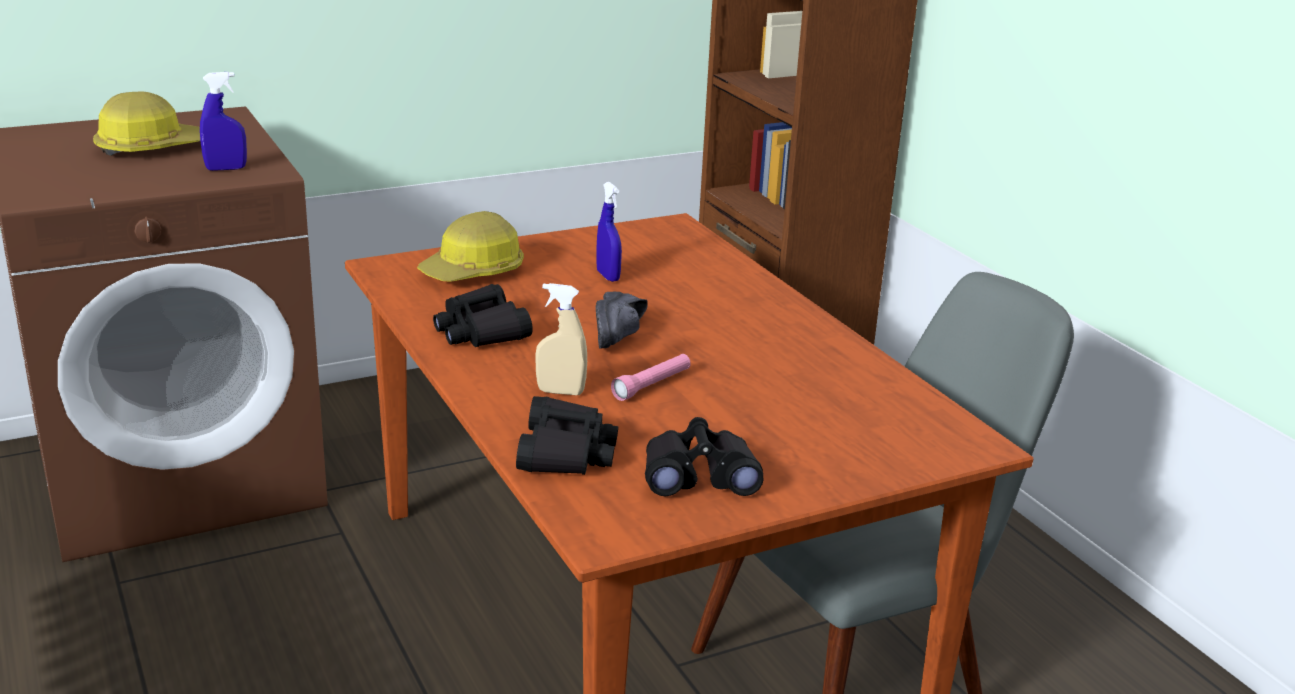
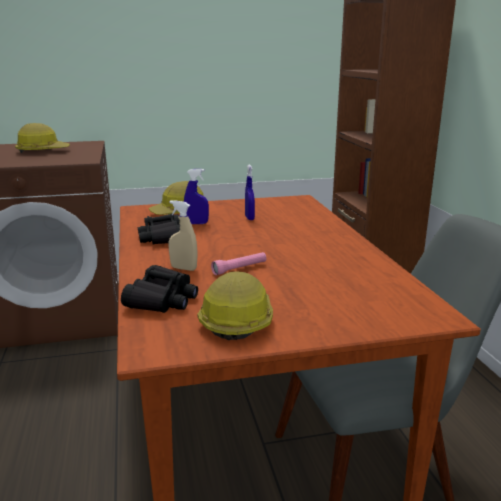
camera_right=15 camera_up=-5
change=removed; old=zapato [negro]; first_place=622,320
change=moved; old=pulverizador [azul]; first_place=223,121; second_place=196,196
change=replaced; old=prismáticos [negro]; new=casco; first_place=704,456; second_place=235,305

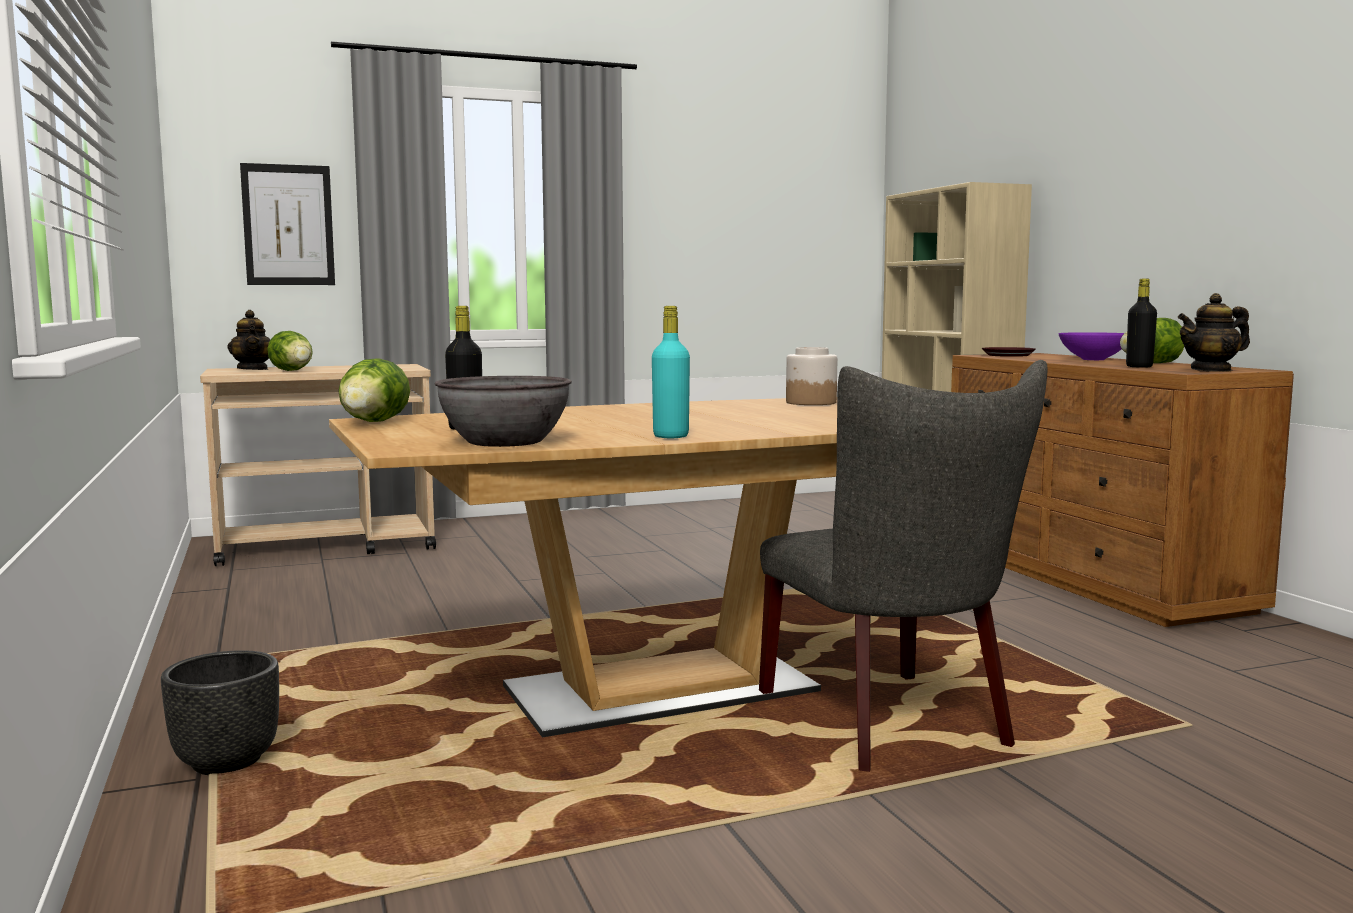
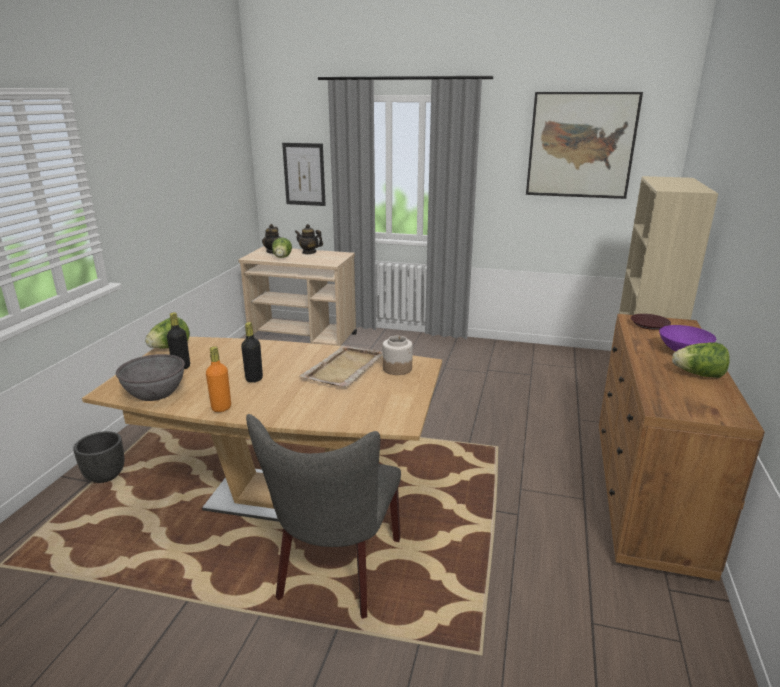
camera_right=35 camera_up=15
change=added; new=bandeja [beis]; second_place=341,366
change=added; new=cuadro; second_place=584,145
change=moved; old=botella [negro]; first_place=1141,323; second_place=252,352
change=moved; old=tetera; first_place=1214,332; second_place=309,239
change=recoloured; old=botella [turquesa]; new=botella [naranja]; first_place=671,372; second_place=218,379

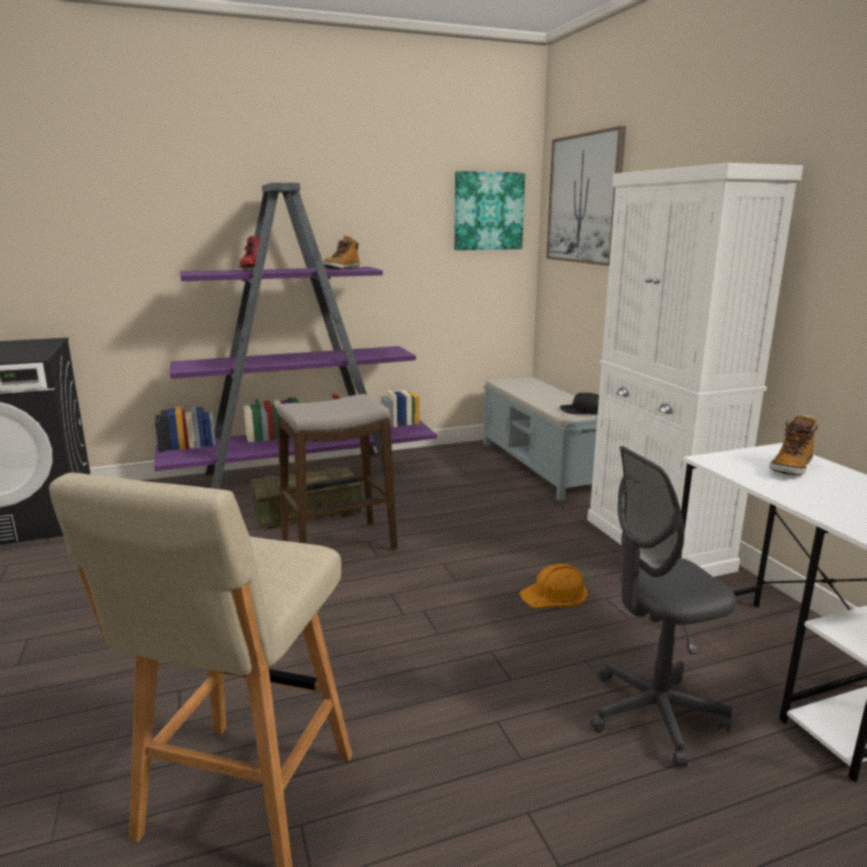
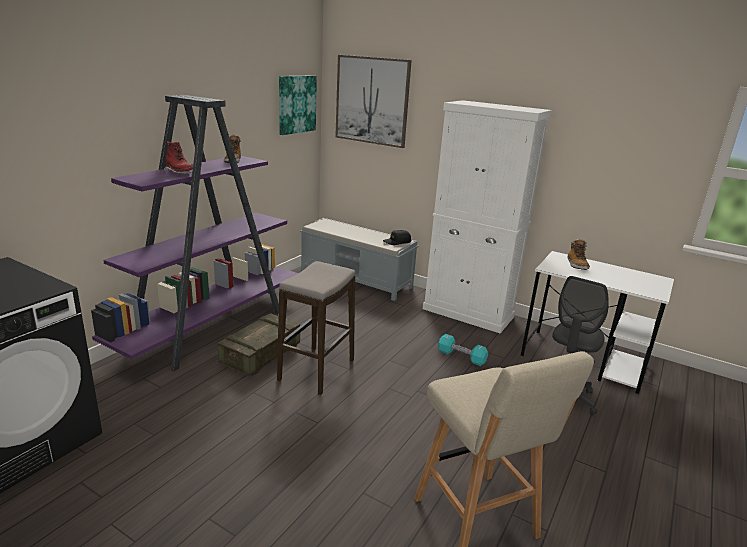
camera_right=-40 camera_up=5
change=replaced; old=casco [naranja]; new=mancuerna [turquesa]; first_place=553,586; second_place=463,350

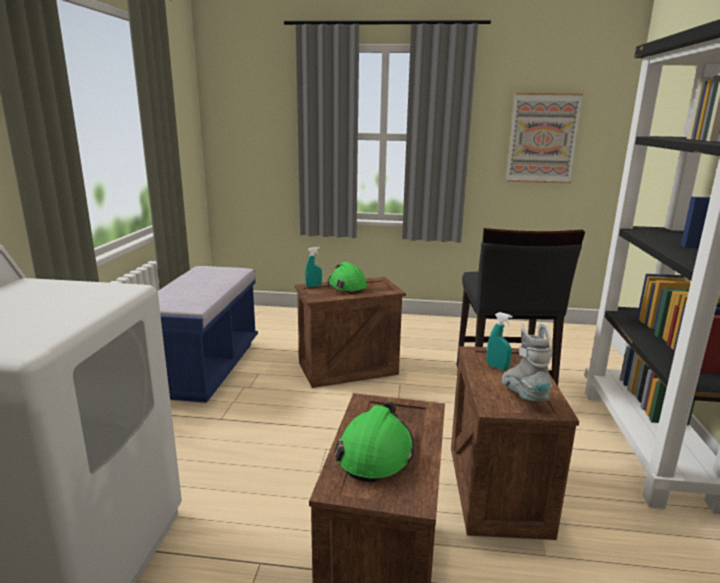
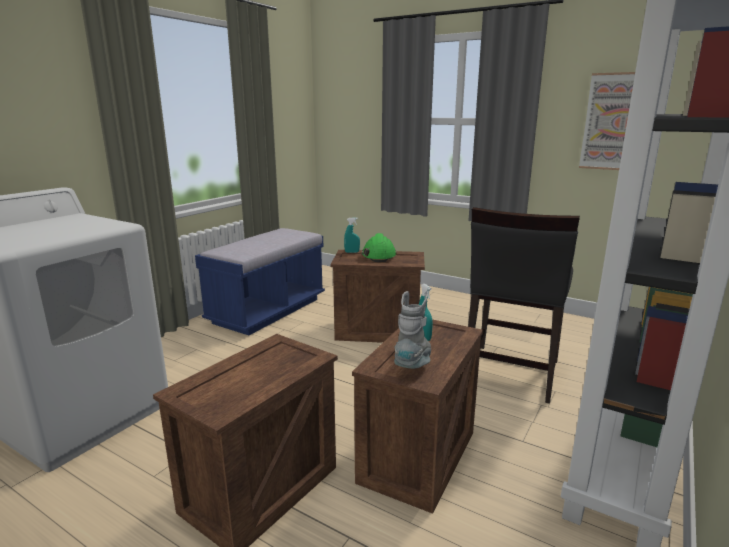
camera_right=25 camera_up=0
change=removed; old=casco [verde]; first_place=374,442

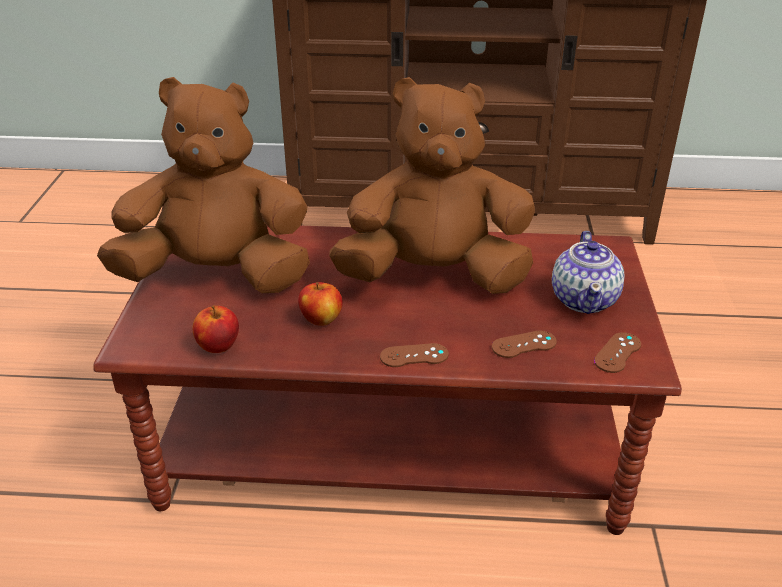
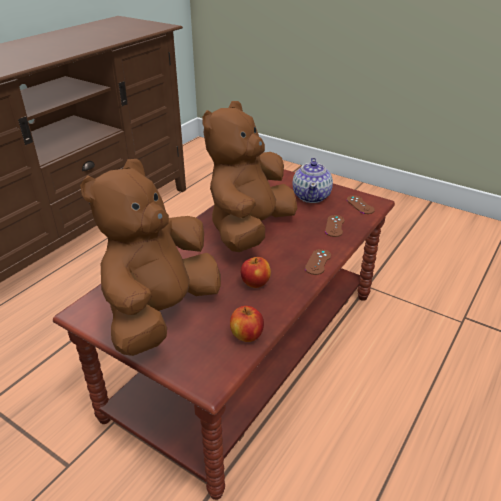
camera_right=-60 camera_up=0
change=turned; old=tetera; first_place=588,272; second_place=313,180; degrees=60

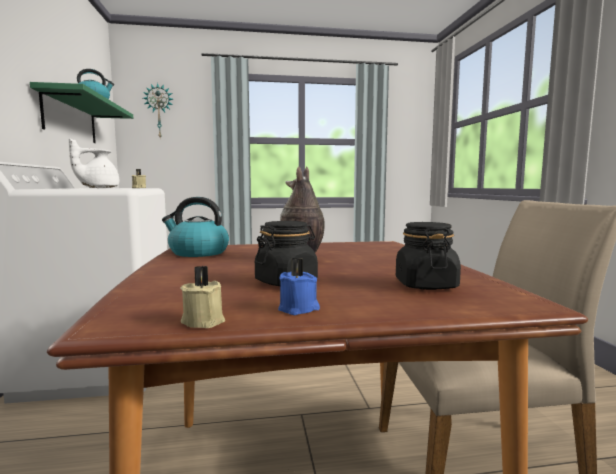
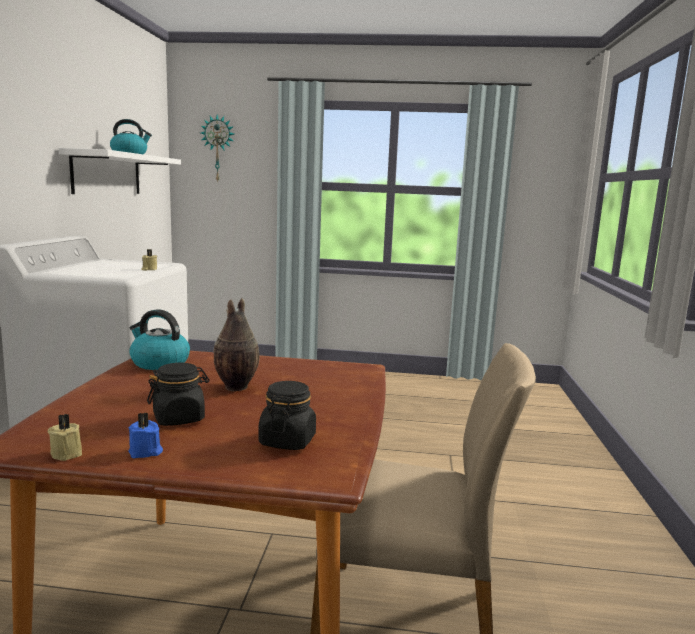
camera_right=15 camera_up=5
change=removed; old=tetera [blanco]; first_place=94,163
change=recoloured; old=estante [verde]; new=estante [blanco]; first_place=81,112; second_place=120,171

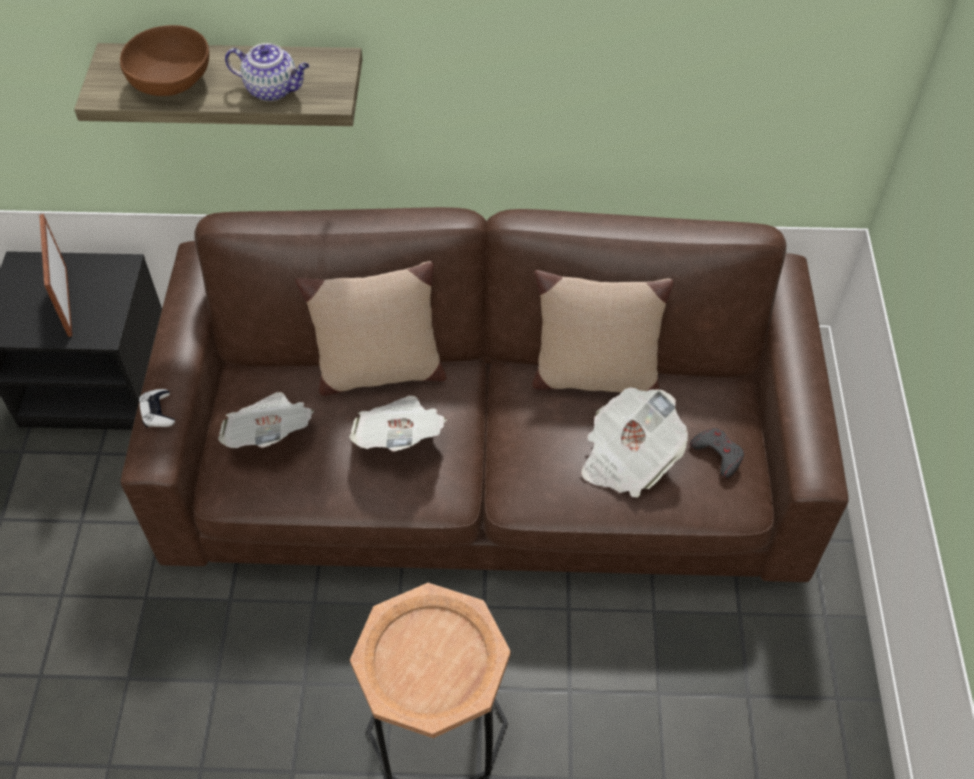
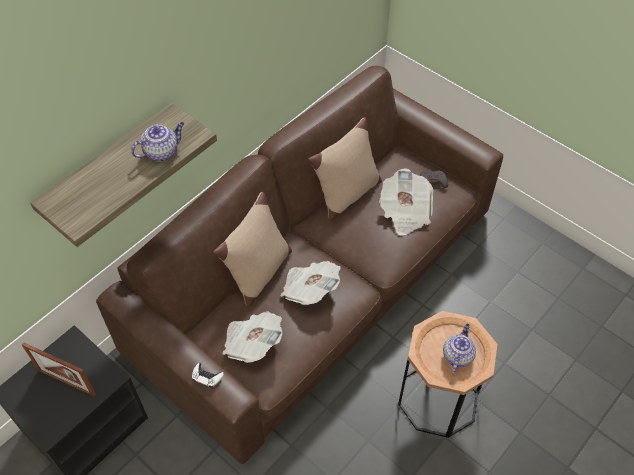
camera_right=-50 camera_up=0
change=removed; old=cuenco [marrón]; first_place=164,60
change=added; new=tetera; second_place=459,348

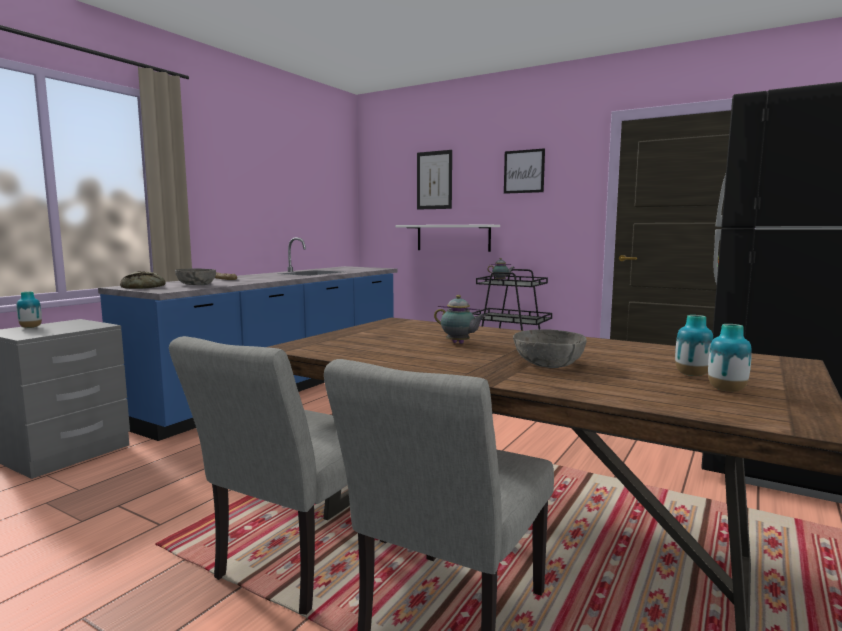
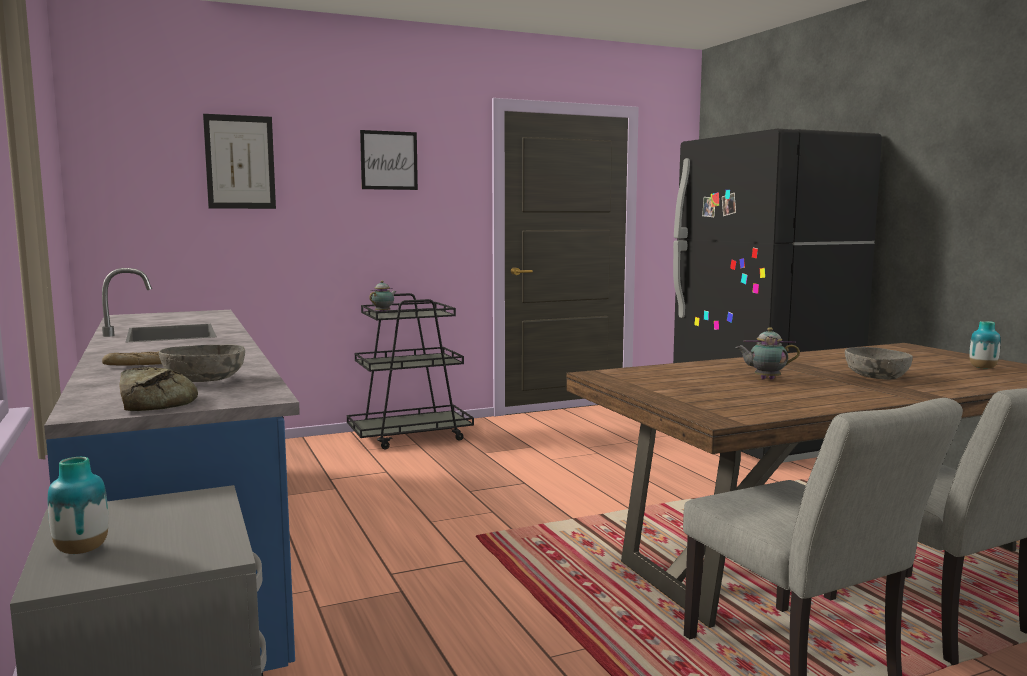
camera_right=-55 camera_up=0
change=removed; old=estante [blanco]; first_place=447,238
change=removed; old=florero; first_place=694,345
change=turned; old=tetera; first_place=460,319; second_place=768,353; degrees=-150

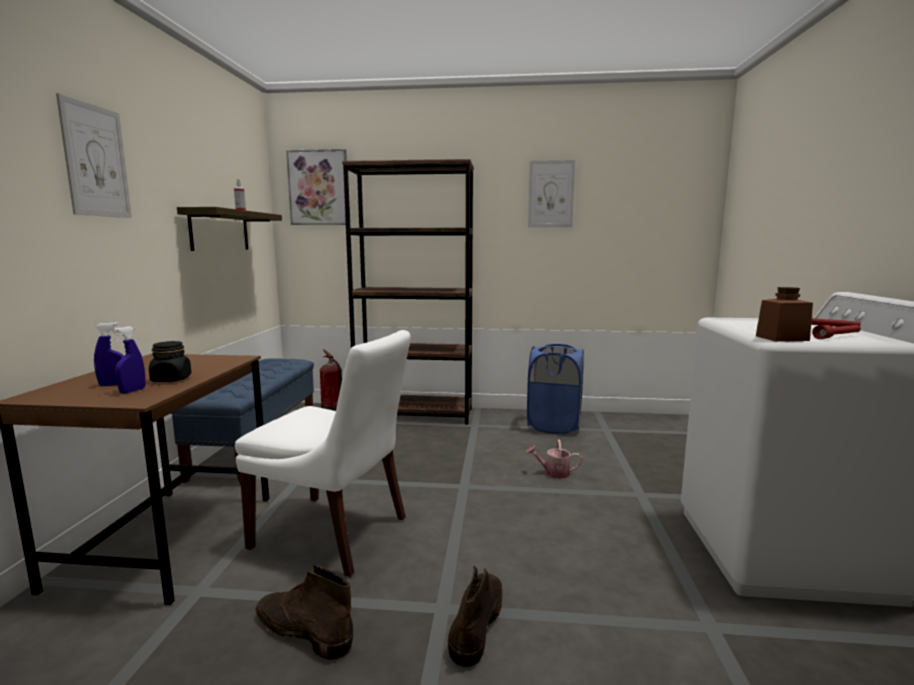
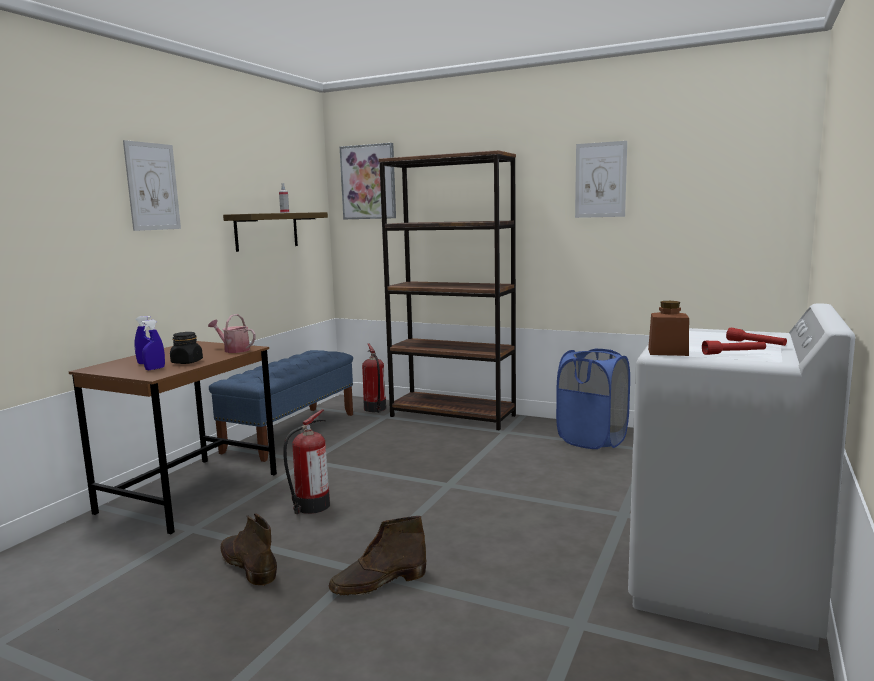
camera_right=20 camera_up=0
change=moved; old=regadera; first_place=554,459; second_place=232,333
change=replaced; old=silla [blanco]; new=extintor; first_place=323,453; second_place=306,461
change=turned; old=bota [marrón]; first_place=475,616; second_place=377,556; degrees=-150

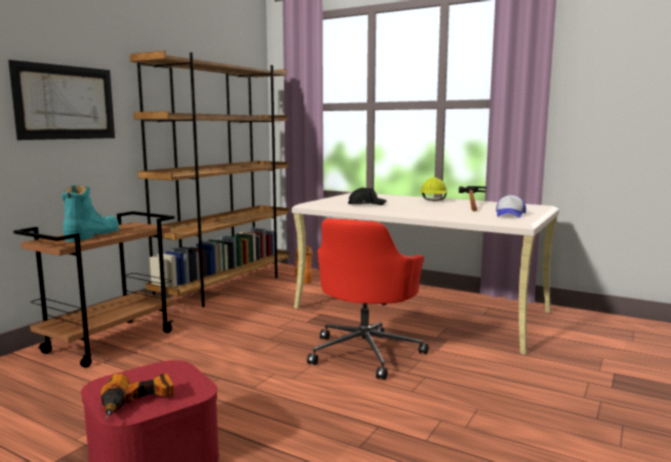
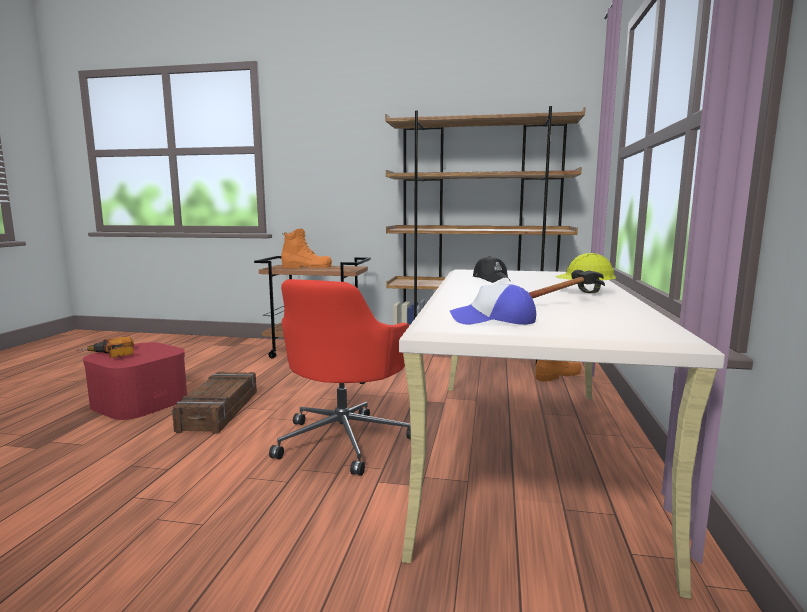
camera_right=70 camera_up=0
change=removed; old=cuadro; first_place=61,100
change=added; new=caja de embalaje; second_place=214,403
change=recoloured; old=bota [turquesa]; new=bota [naranja]; first_place=90,213; second_place=306,248
change=turned; old=silla de oficina [rojo]; first_place=367,299; second_place=340,377; degrees=-75

